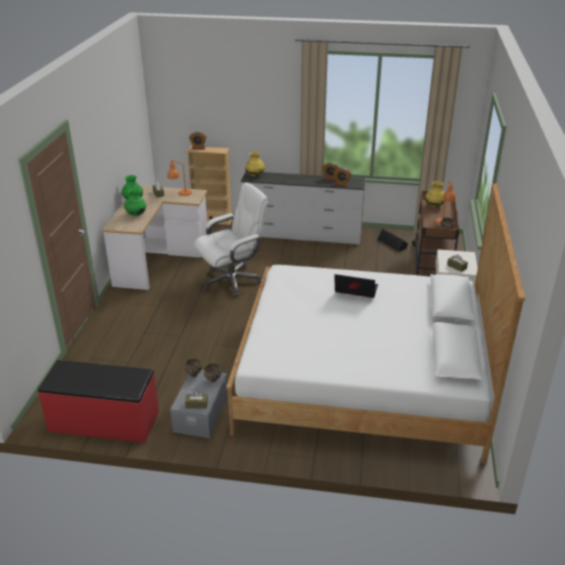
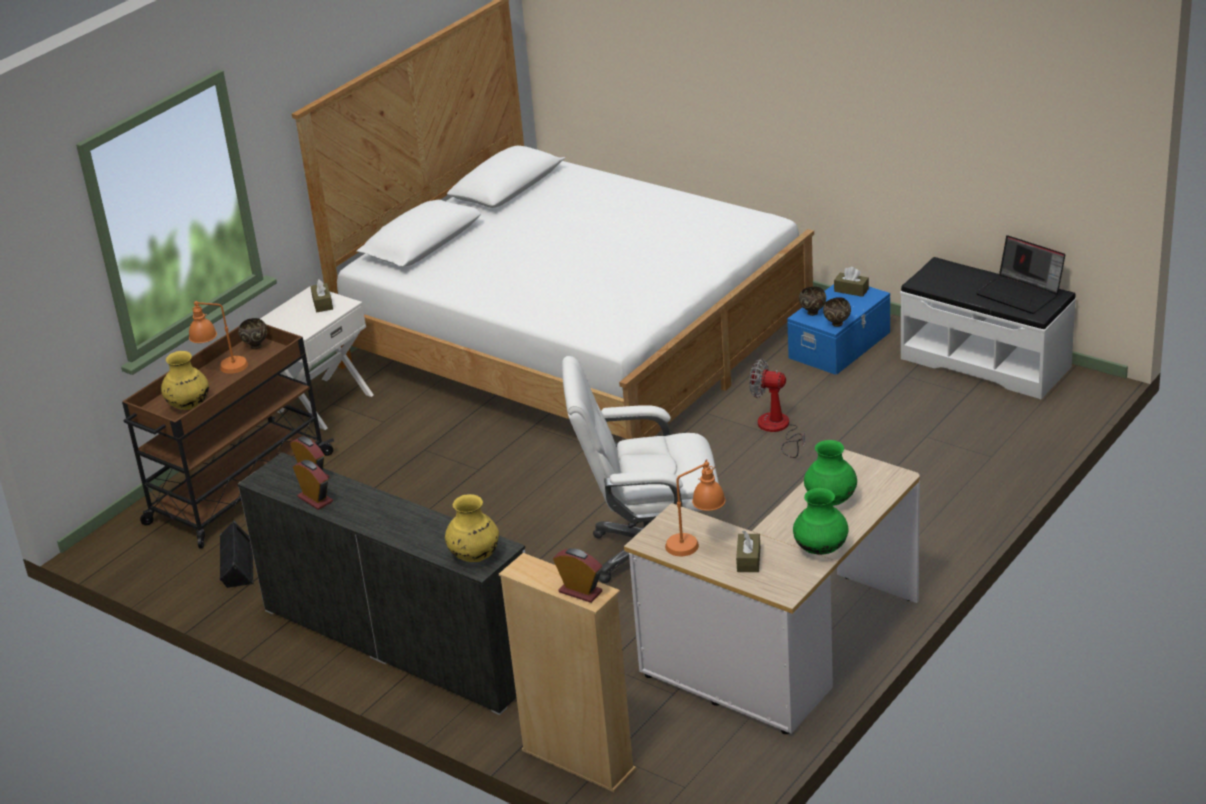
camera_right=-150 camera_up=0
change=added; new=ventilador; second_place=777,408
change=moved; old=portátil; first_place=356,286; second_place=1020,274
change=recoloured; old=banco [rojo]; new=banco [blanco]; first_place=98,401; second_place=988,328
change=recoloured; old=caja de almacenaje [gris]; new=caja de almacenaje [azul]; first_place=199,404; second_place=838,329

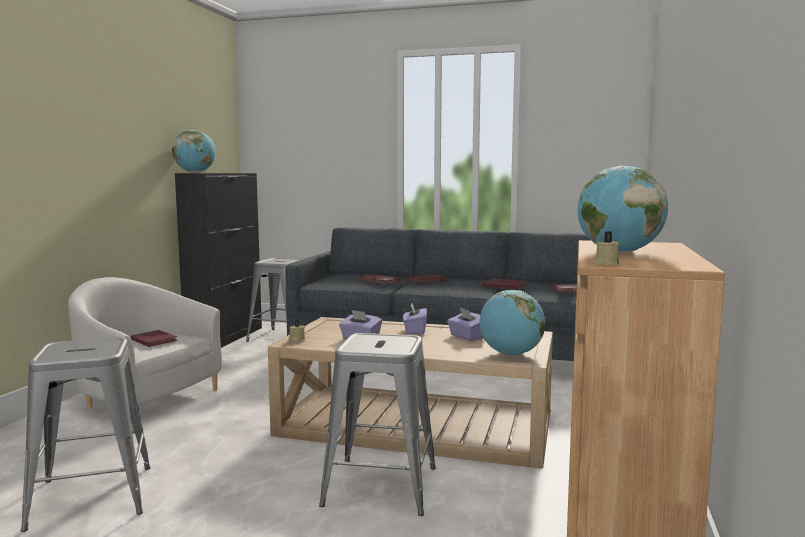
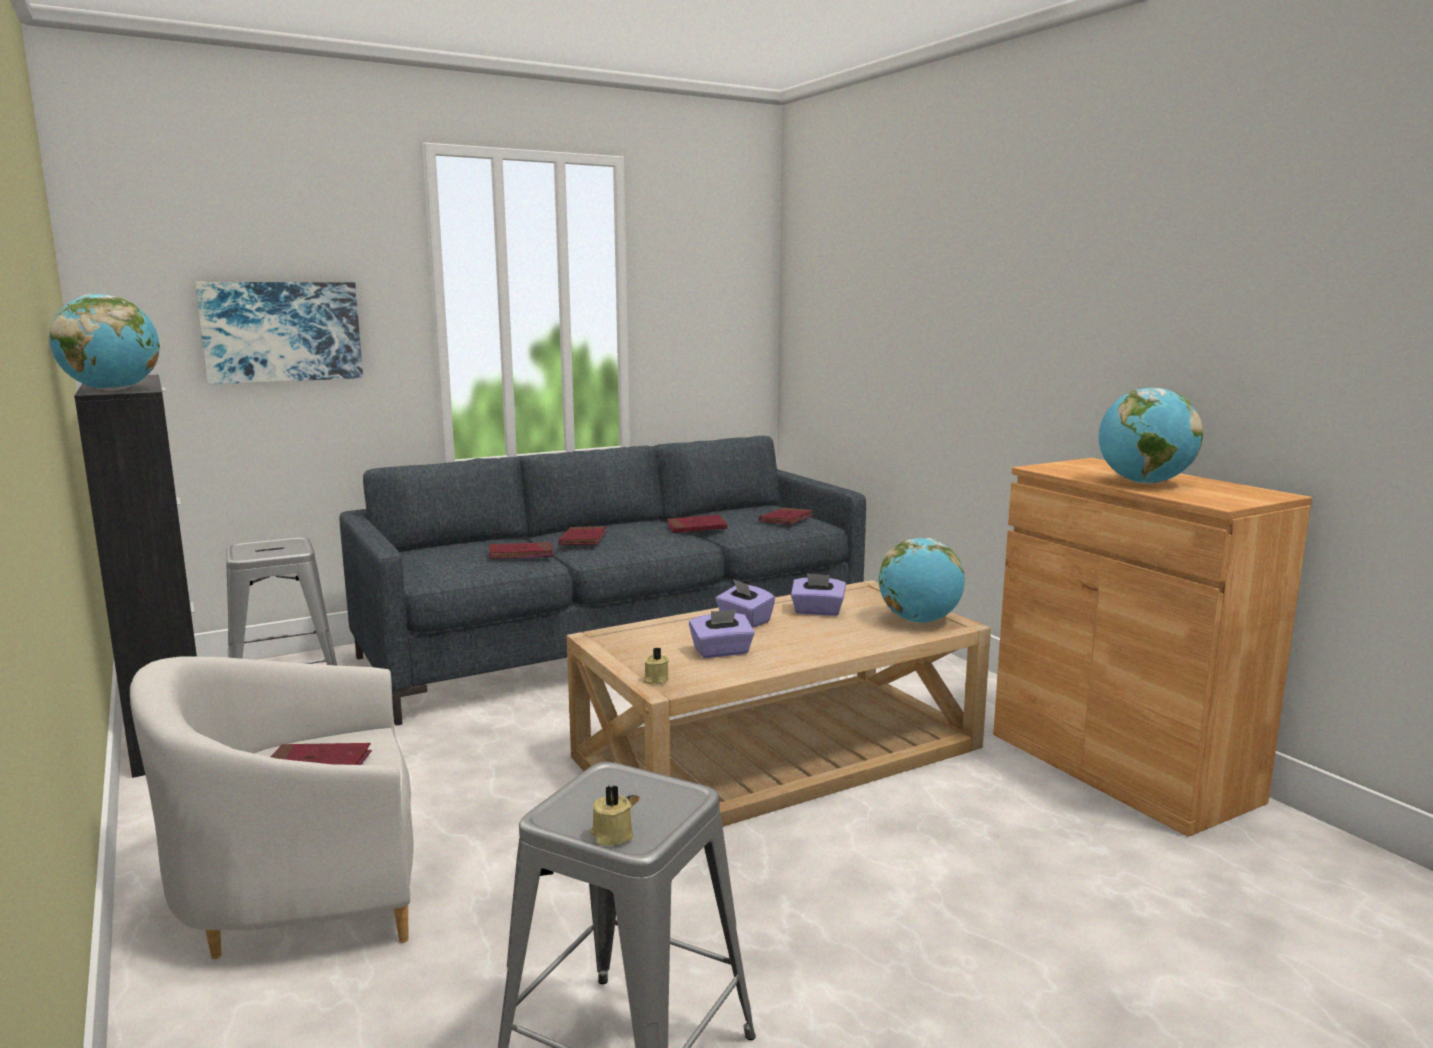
camera_right=-45 camera_up=5
change=removed; old=taburete [gris]; first_place=377,424
change=added; new=cuadro; second_place=279,333
change=moved; old=vela [beis]; first_place=606,248; second_place=611,815

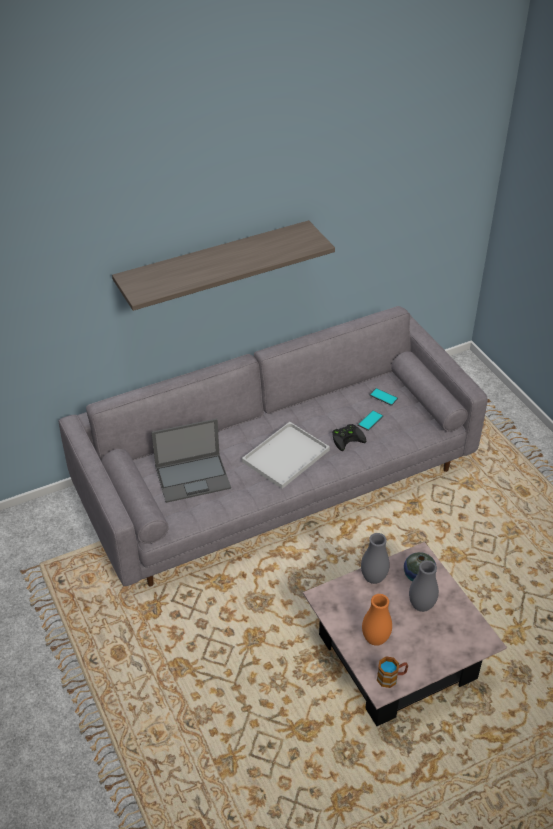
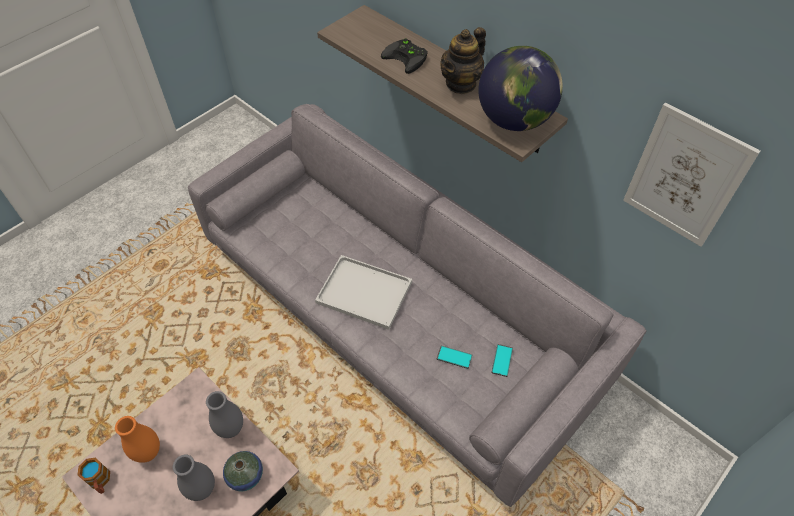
camera_right=70 camera_up=10
change=removed; old=portátil; first_place=191,461
change=added; new=tetera; second_place=463,60
change=added; new=globo terráqueo; second_place=520,88
change=added; new=cuadro; second_place=691,174
change=moved; old=mando de consola [negro]; first_place=349,437; second_place=404,56

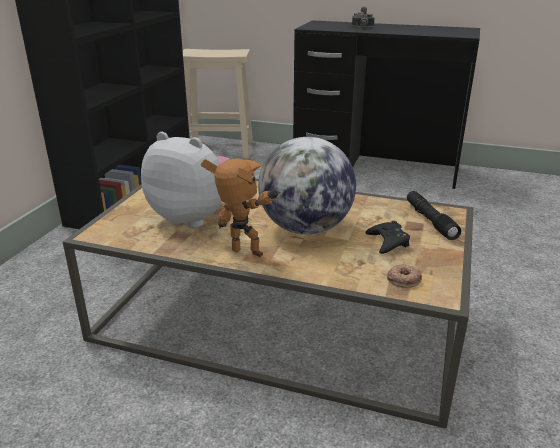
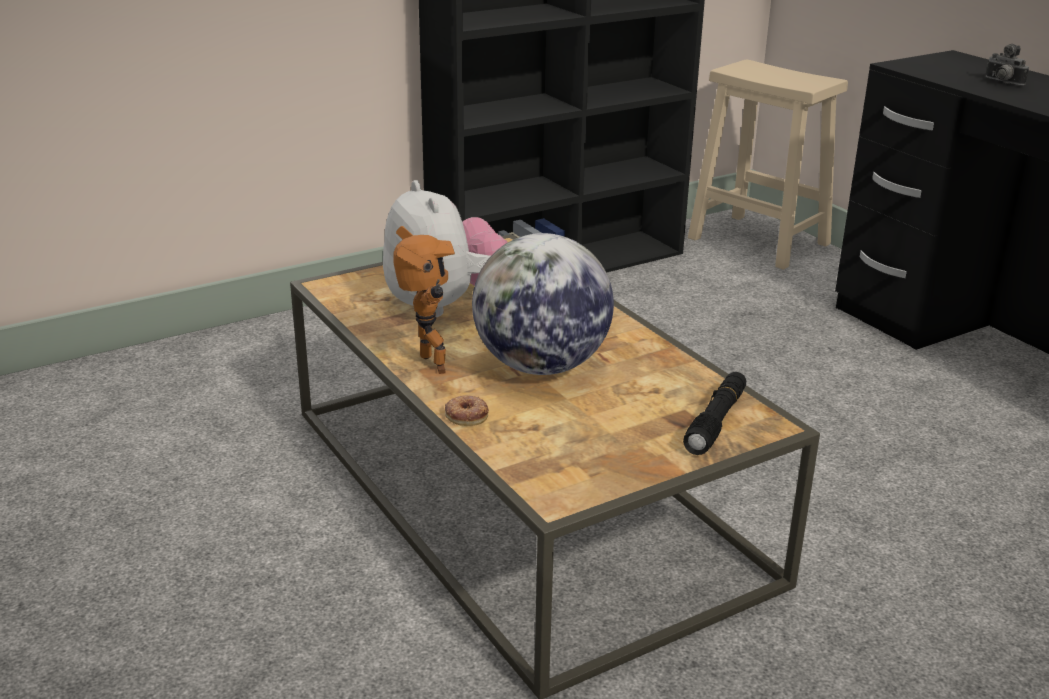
camera_right=40 camera_up=0
change=removed; old=mando de consola [negro]; first_place=387,237
change=moved; old=rosquilla; first_place=404,276; second_place=467,411

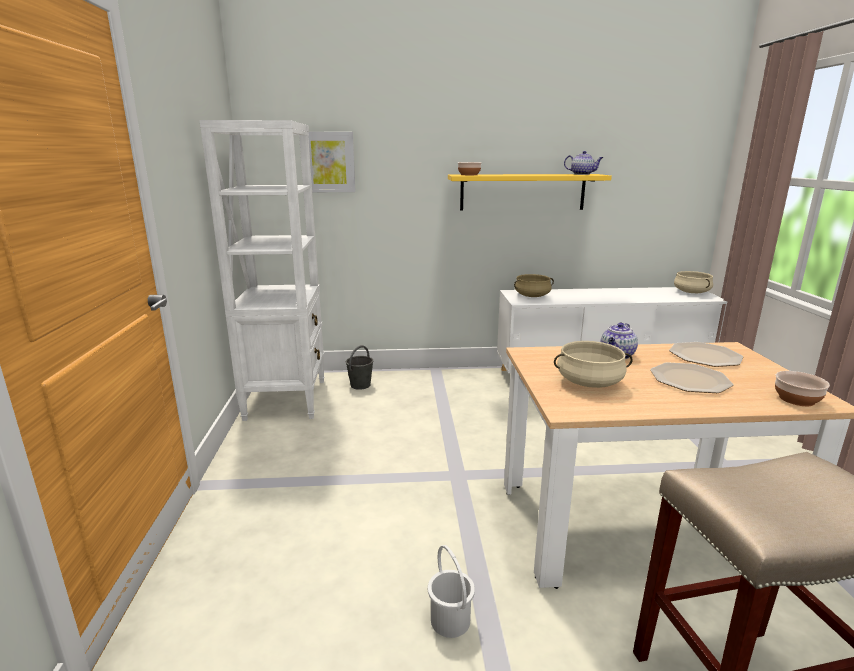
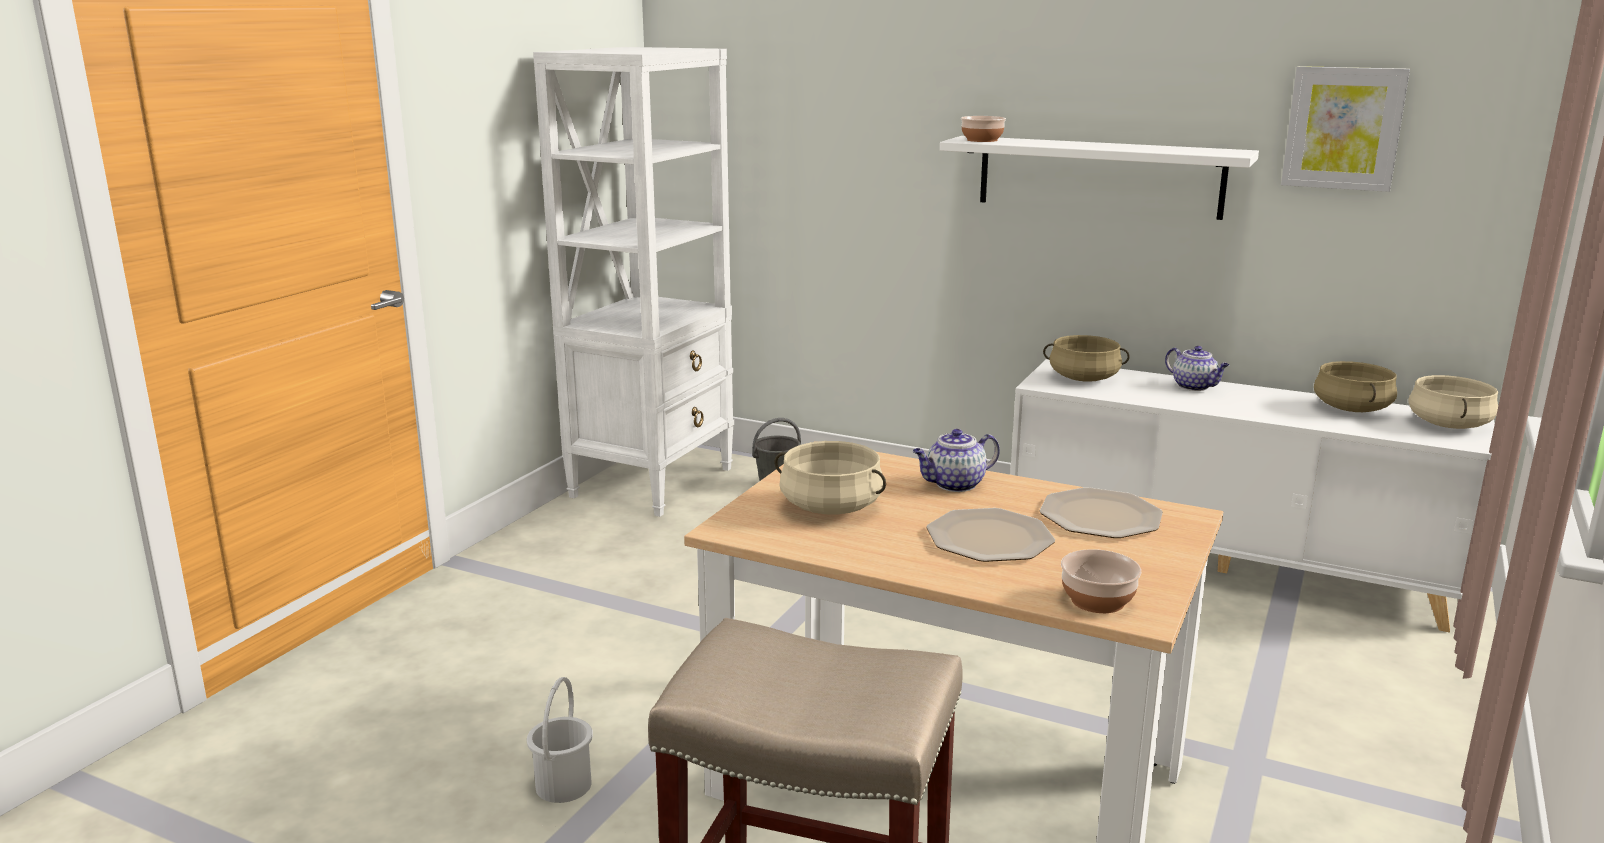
camera_right=30 camera_up=0
change=added; new=olla [beis]; second_place=1355,386
change=moved; old=cuadro; first_place=332,162; second_place=1345,129
change=moved; old=tetera; first_place=584,163; second_place=1197,368
change=recoloured; old=estante [amarillo]; new=estante [blanco]; first_place=530,192; second_place=1099,178

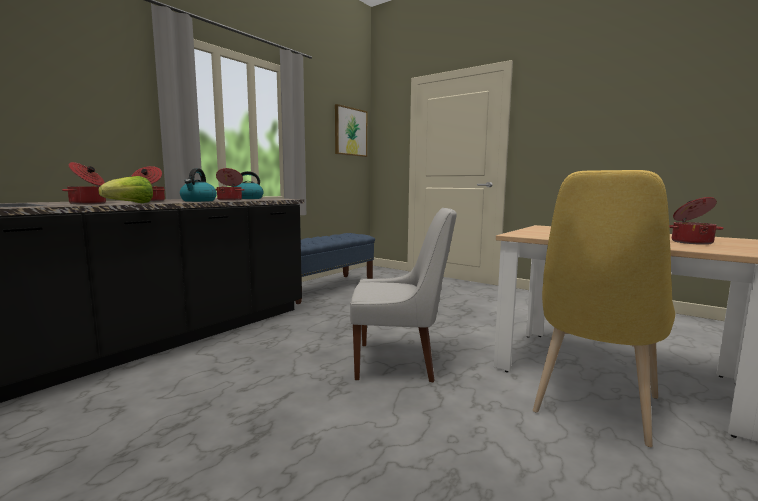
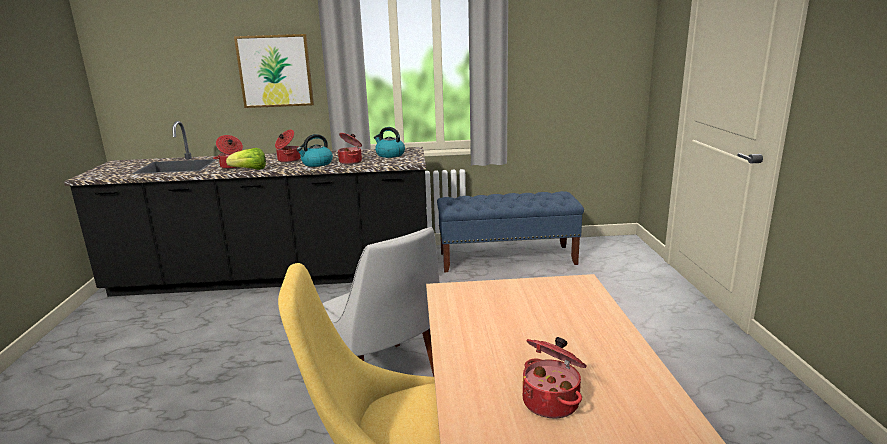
camera_right=50 camera_up=10
change=moved; old=cuadro; first_place=351,130; second_place=274,71

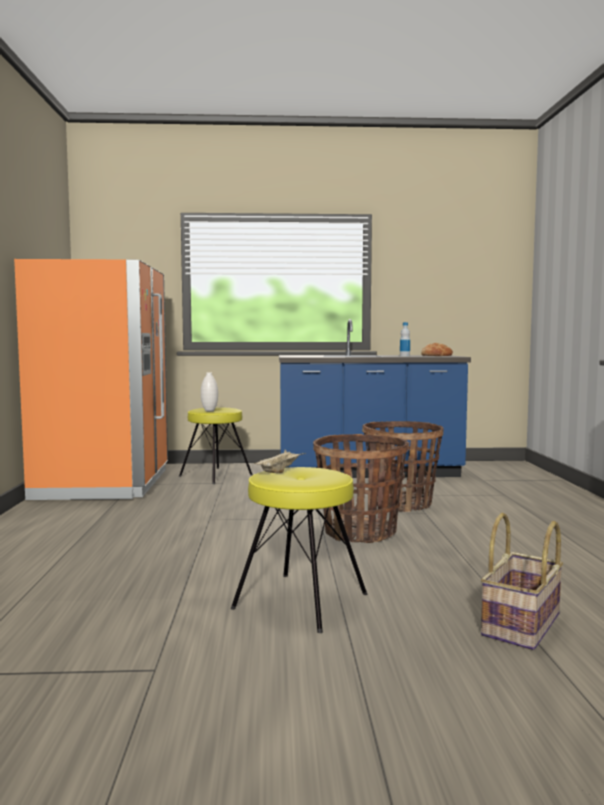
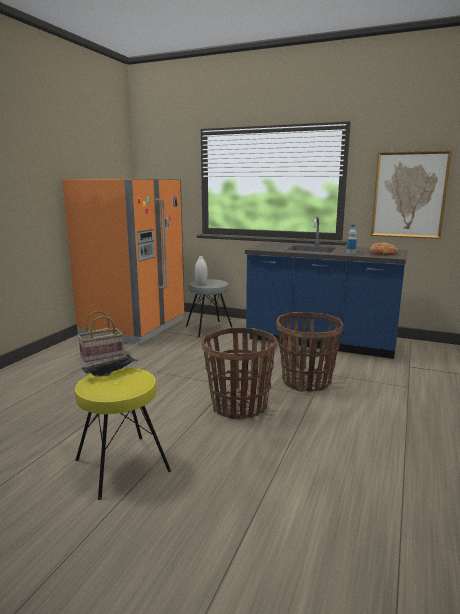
camera_right=25 camera_up=10
change=added; new=cuadro; second_place=411,194
change=moved; old=cesta; first_place=522,581; second_place=100,337
change=recoloured; old=taburete [amarillo]; new=taburete [gris]; first_place=216,445; second_place=209,308
change=recoloured; old=bandeja [beis]; new=bandeja [negro]; first_place=280,461; second_place=110,365

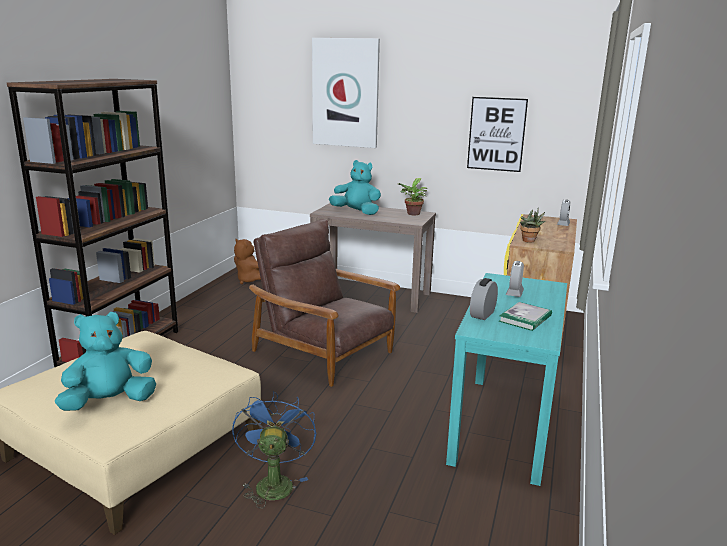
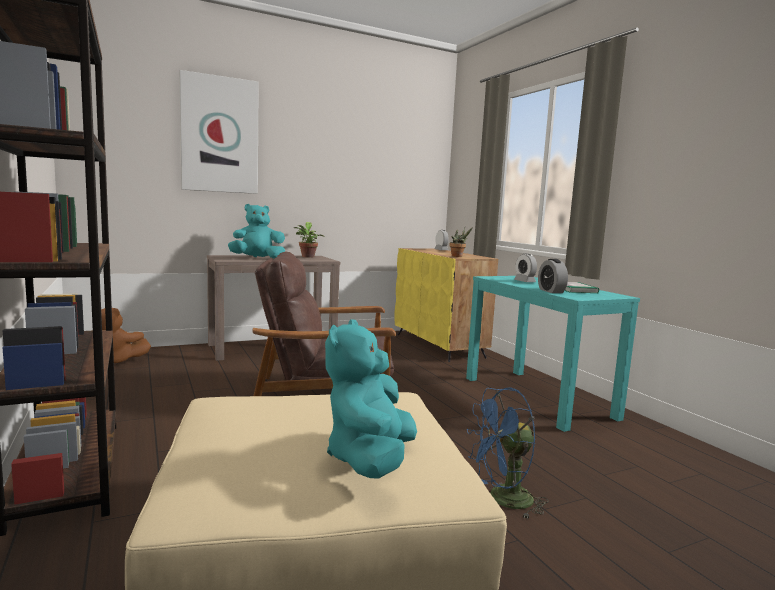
camera_right=-45 camera_up=-10
change=removed; old=cuadro; first_place=497,134
change=turned; old=ventilador [azul]; first_place=274,449; second_place=508,453; degrees=-60

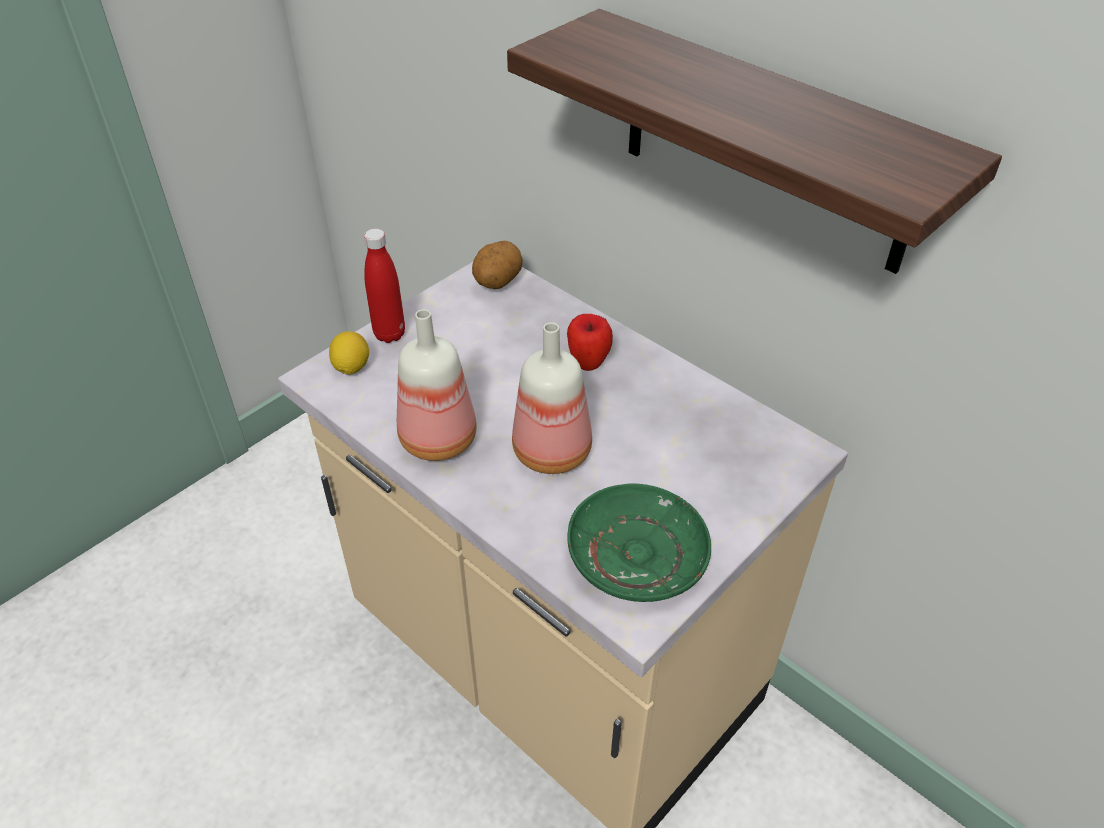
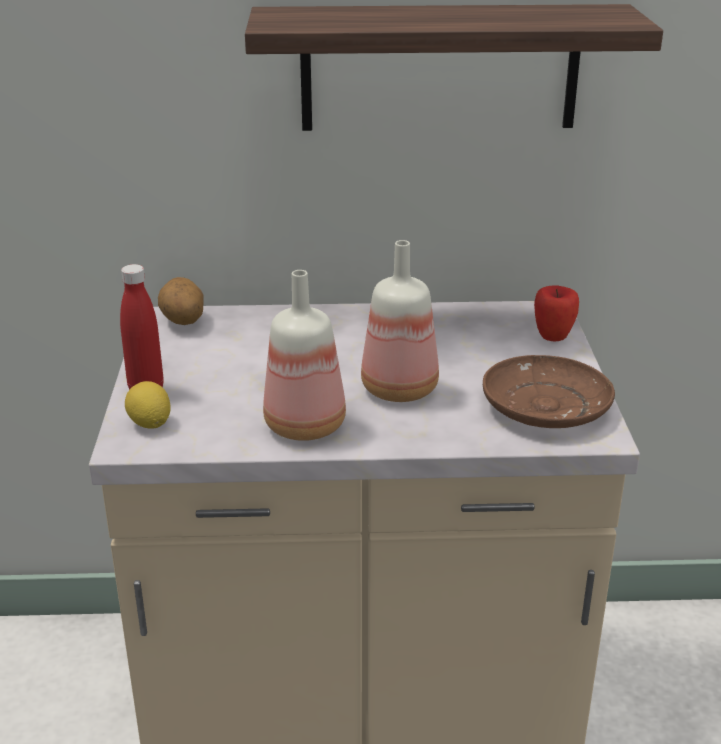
camera_right=-45 camera_up=-15
change=moved; old=manzana; first_place=590,342; second_place=556,313
change=recoloured; old=plato [verde]; new=plato [marrón]; first_place=639,542; second_place=549,391

